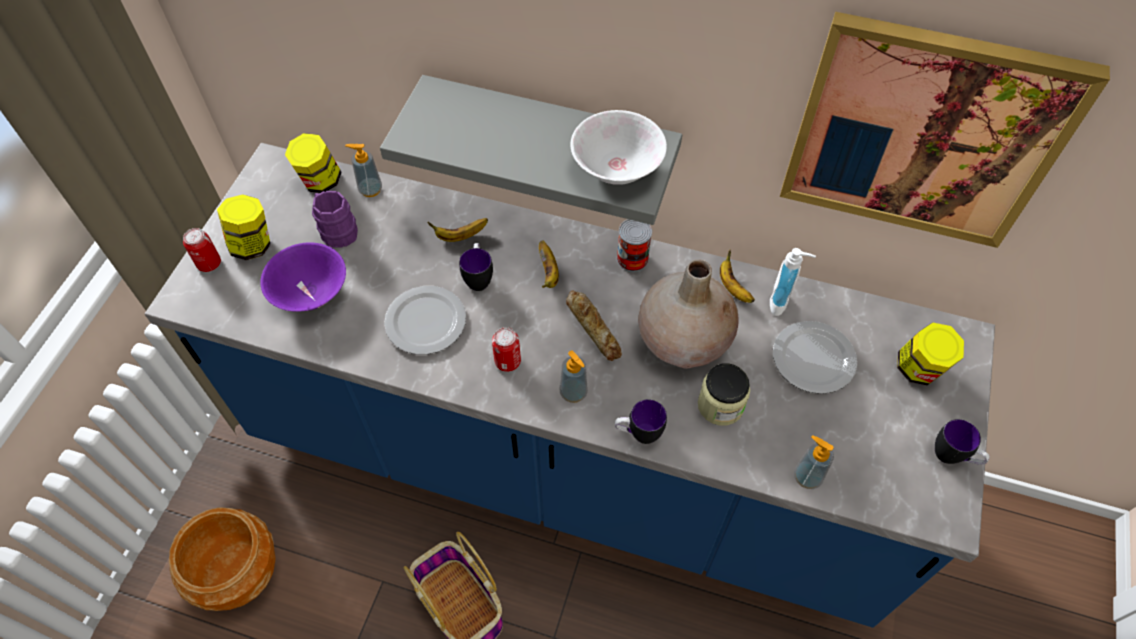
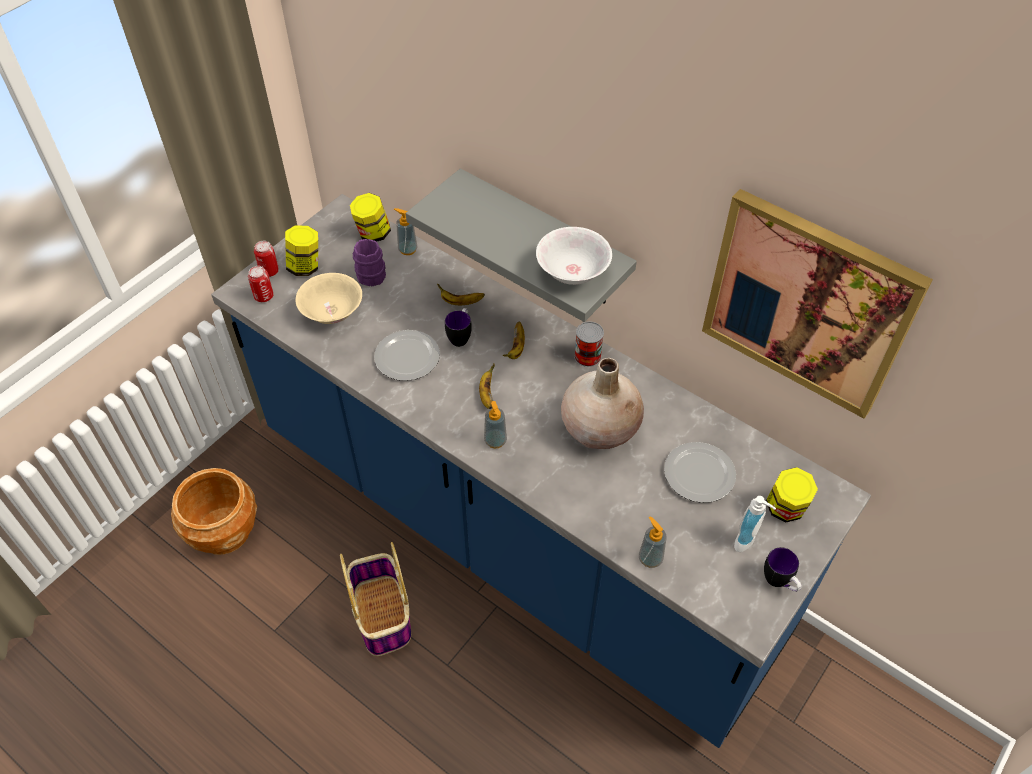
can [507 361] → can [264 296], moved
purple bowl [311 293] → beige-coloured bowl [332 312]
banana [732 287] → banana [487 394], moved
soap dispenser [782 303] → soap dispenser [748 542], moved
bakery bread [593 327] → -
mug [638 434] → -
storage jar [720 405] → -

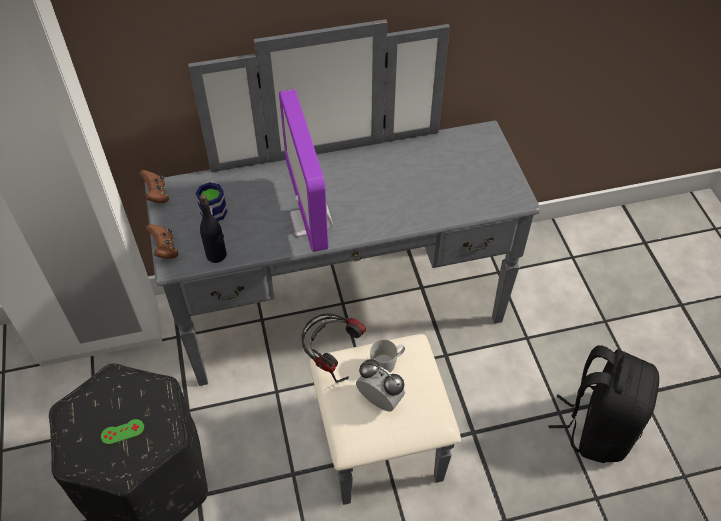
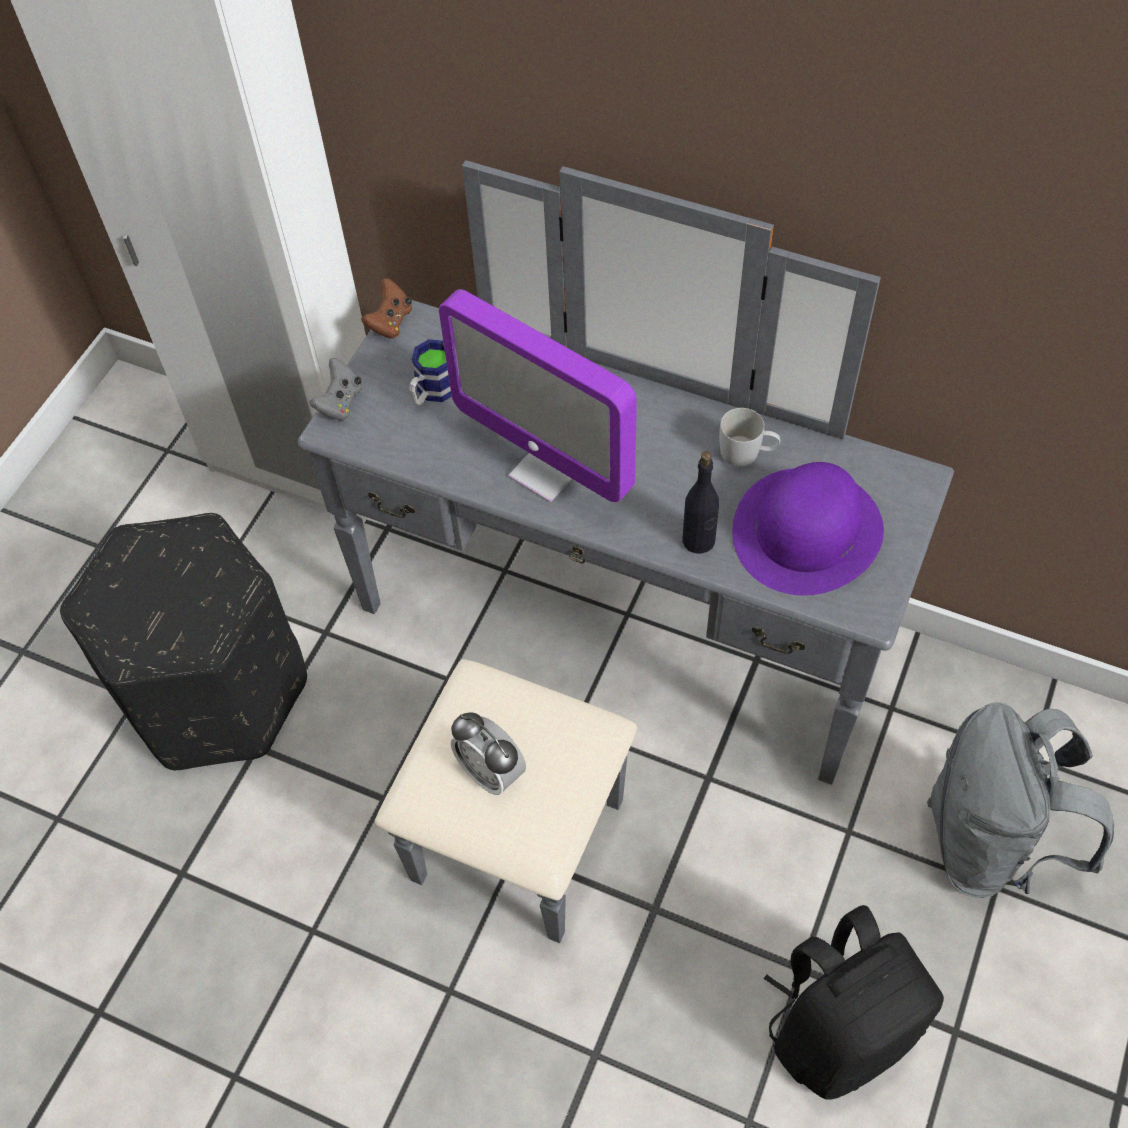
brown gamepad [165 249] → grey gamepad [340 403]
monitor [311 221] → monitor [547 470], 75 degrees counterclockwise
table clock [380 400] → table clock [491 772], 150 degrees clockwise
black bottle [216 255] → black bottle [699 541], moved
whitish mug [387 363] → whitish mug [747 453], moved
- → purple clothing hat [807 530]
- → grey knapsack [989 842]
greenish gamepad [122 432] → -
headset [331 357] → -

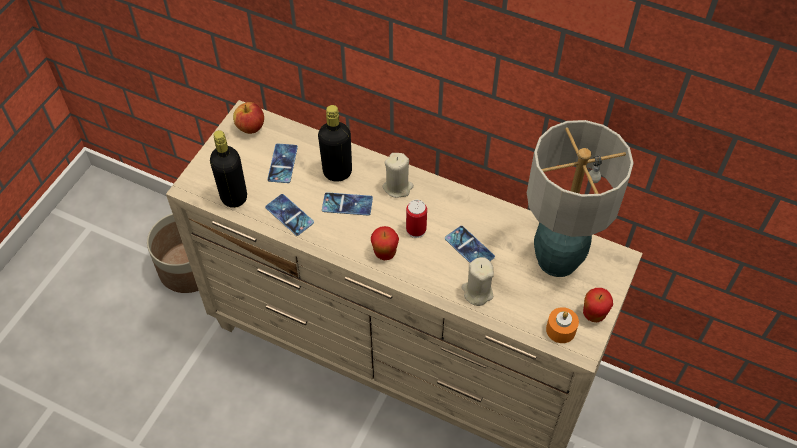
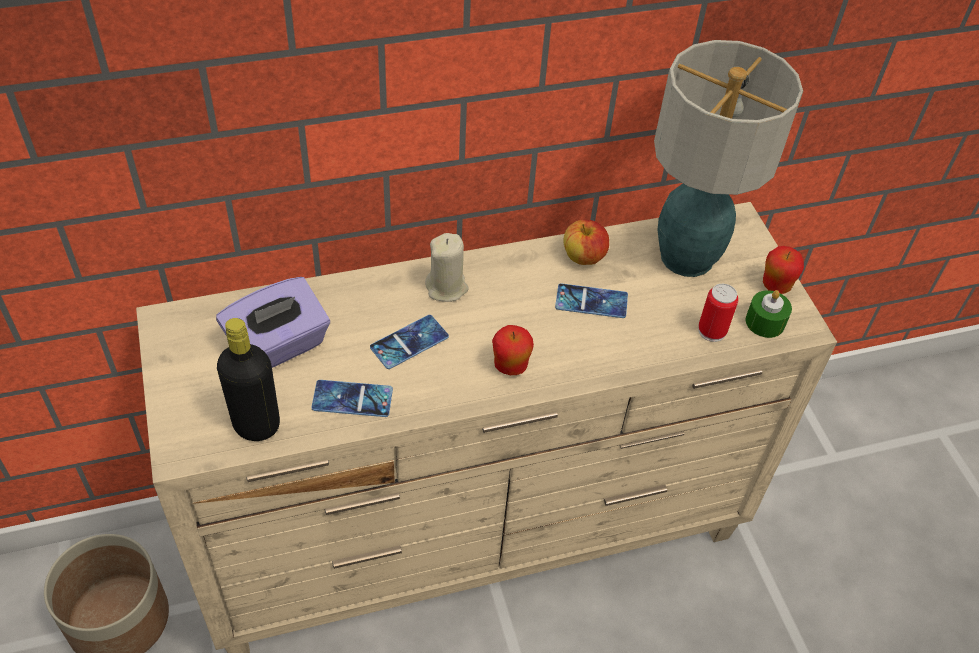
telephone [282 163] → purple tissue box [278 346]
apple fruit [251 127] → apple fruit [583 257], moved
can [416 230] → can [712 331], moved
orangey wax light [560 330] → greenish wax light [765 322]
black bottle [337 172] → -
beige-coloured wax light [477 292] → -

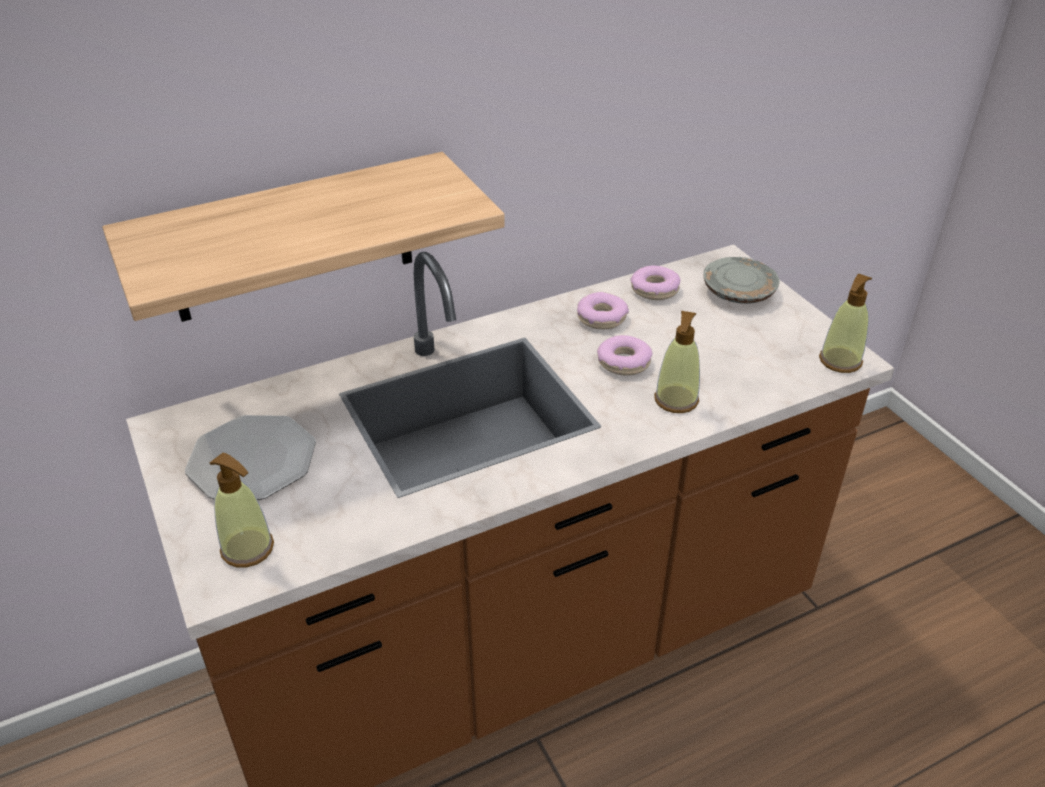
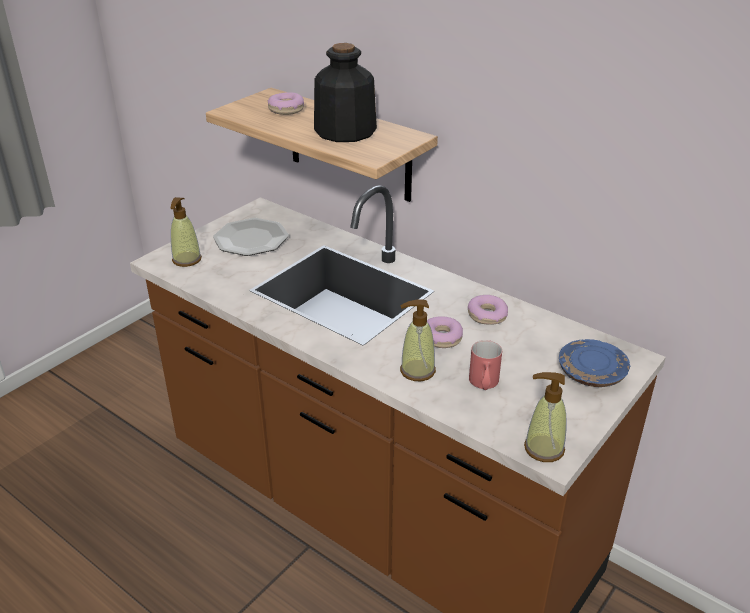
ring doughnut [654 290] → ring doughnut [286 109], moved
- → bottle [344 131]
- → reddish mug [484 385]
grey dinner plate [739 292] → blue-coloured dinner plate [592 373]

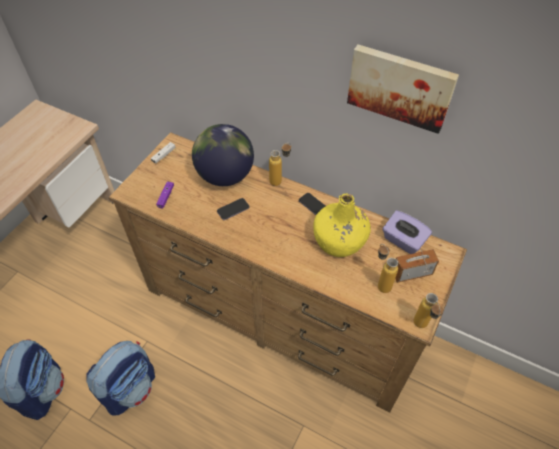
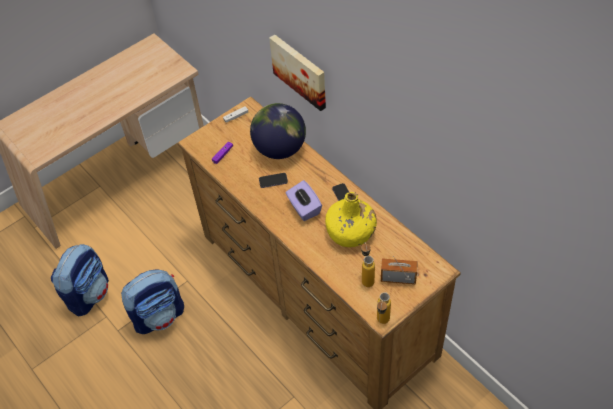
picture [400 87] → picture [300 71], moved
purple tissue box [403 241] → purple tissue box [304 208], moved
bottle [280 180] → -

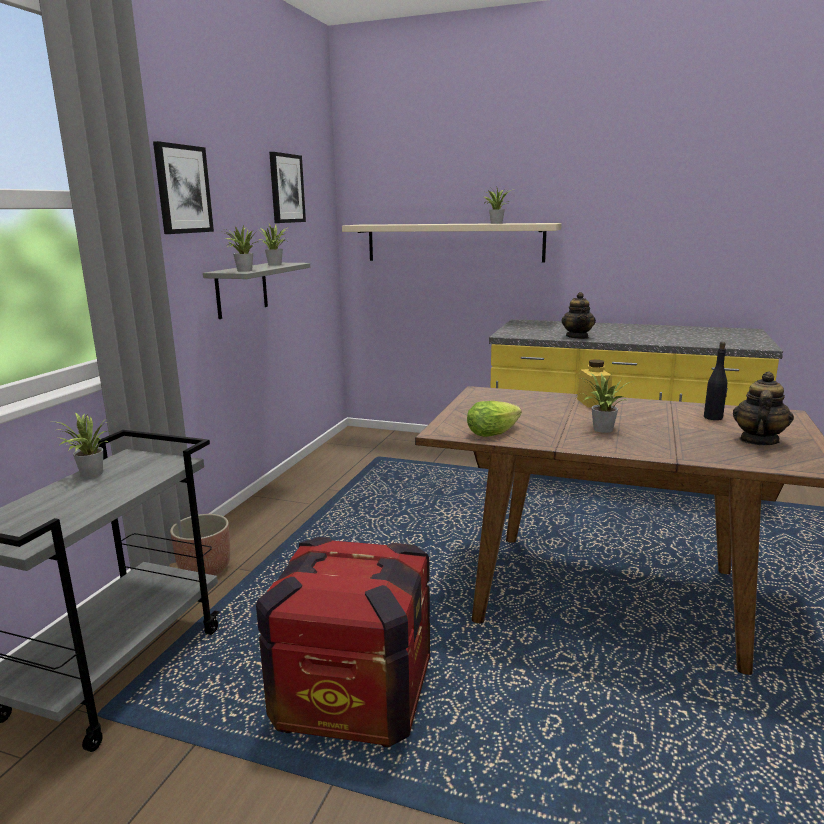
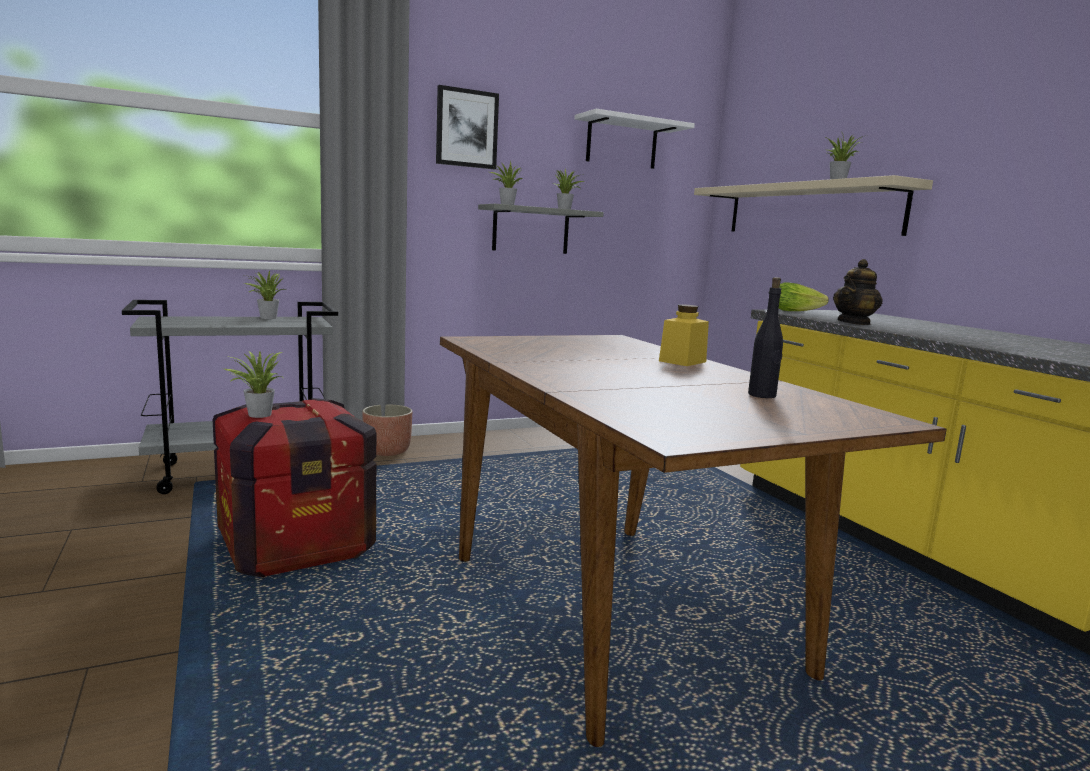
potted plant [601 430] → potted plant [257 414], moved
picture [286 188] → whitish wall shelf [622 143]
lettuce head [496 432] → lettuce head [798 311], moved
teapot [758 441] → -

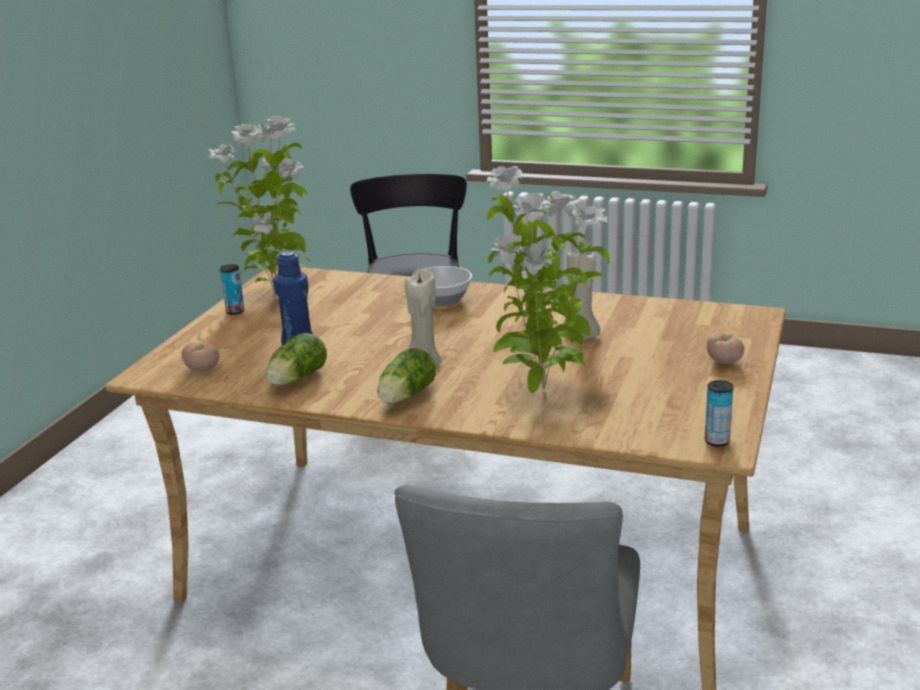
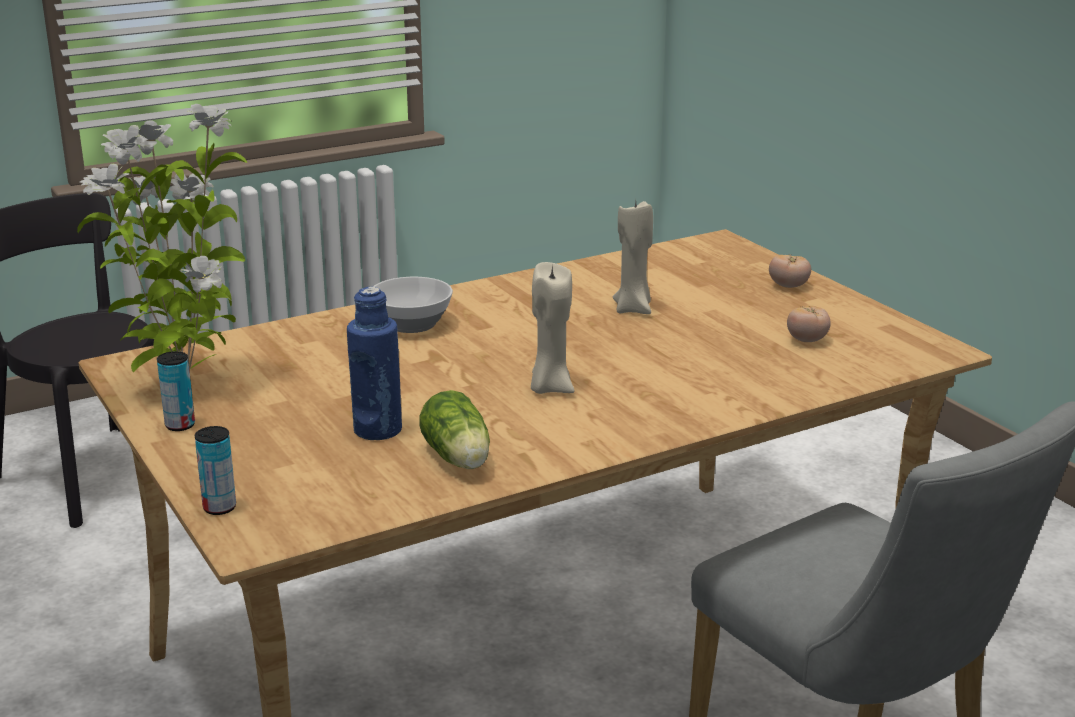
can [717 441] → can [219 508], moved
fresh tomato [202 370] → fresh tomato [807 340], moved
lettuce head [404 397] → -
potted plant [542 391] → -

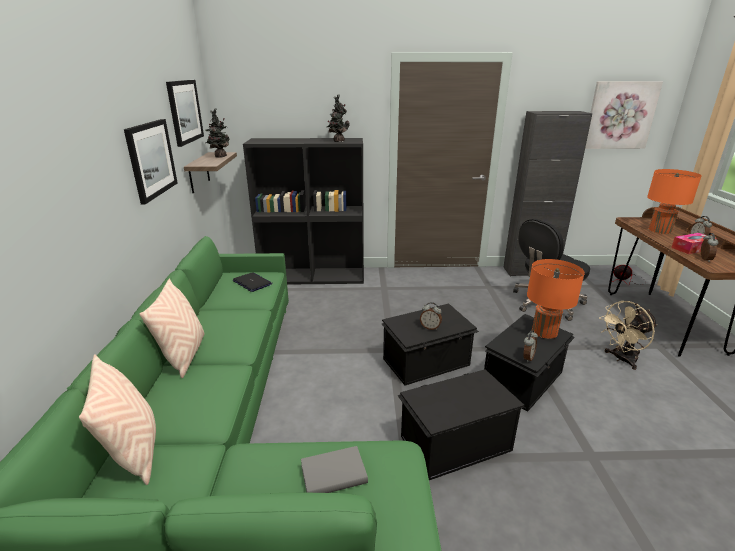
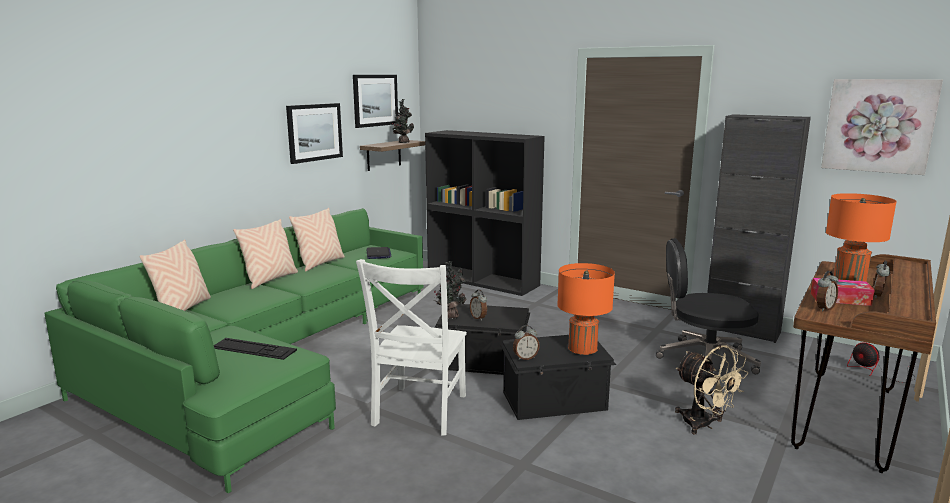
grey book [333 474] → PC keyboard [253 349]
- → beige-coloured throw pillow [320 263]
black storage box [454 442] → whitish chair [418 412]
potted plant [338 141] → potted plant [451 316], moved
beige-coloured cooling fan [621 359] → beige-coloured cooling fan [704 425], 135 degrees counterclockwise

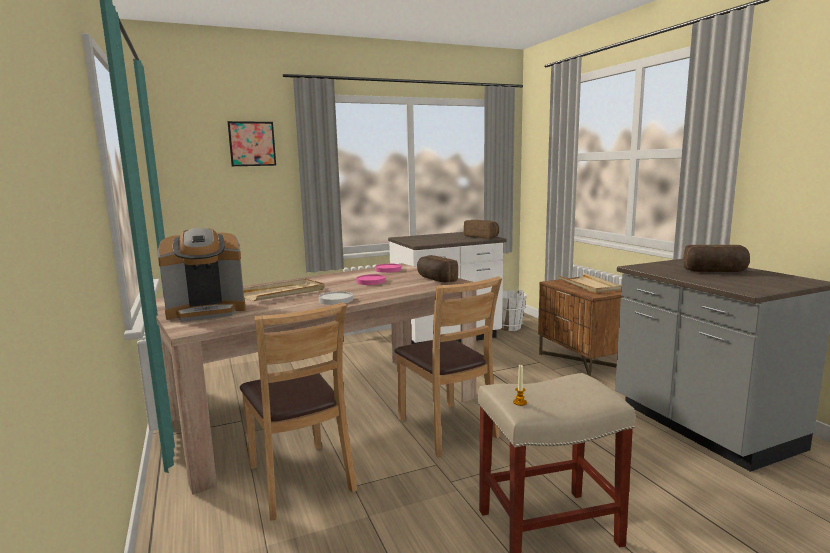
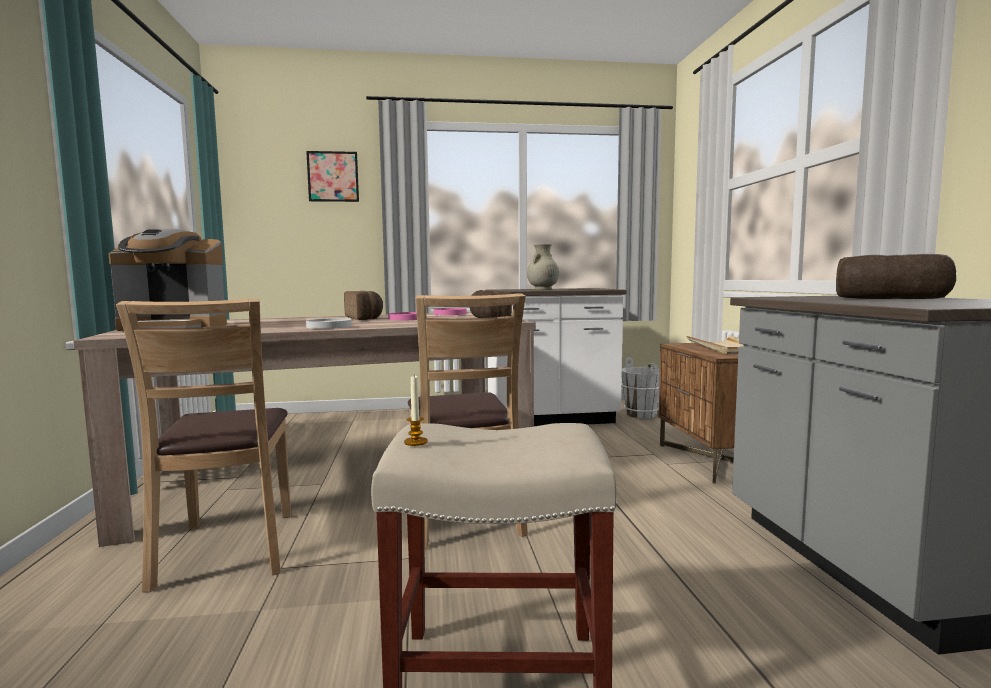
bakery bread [482 237] → bakery bread [365 318], moved
- → beige-coloured decorative vase [542 289]
beige-coloured carrying tray [283 292] → -

